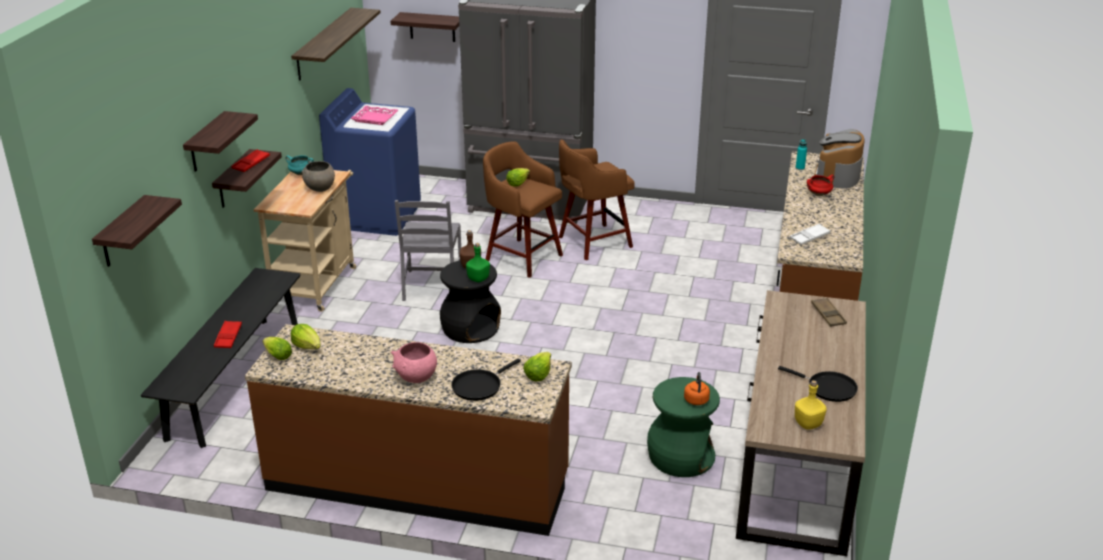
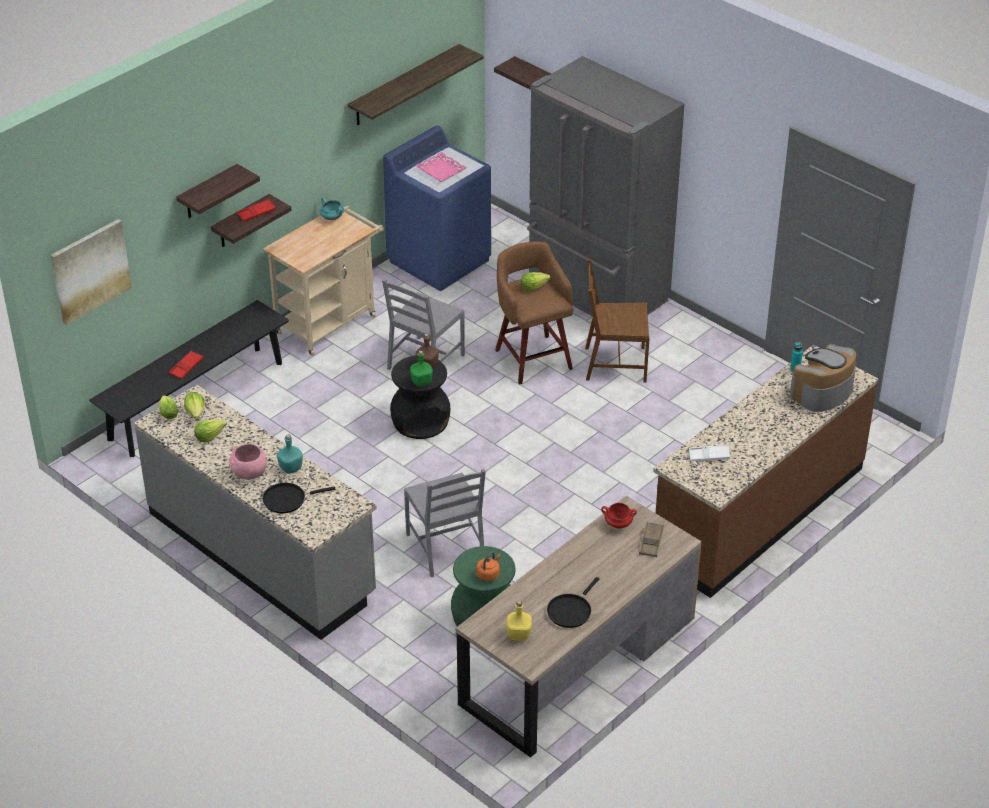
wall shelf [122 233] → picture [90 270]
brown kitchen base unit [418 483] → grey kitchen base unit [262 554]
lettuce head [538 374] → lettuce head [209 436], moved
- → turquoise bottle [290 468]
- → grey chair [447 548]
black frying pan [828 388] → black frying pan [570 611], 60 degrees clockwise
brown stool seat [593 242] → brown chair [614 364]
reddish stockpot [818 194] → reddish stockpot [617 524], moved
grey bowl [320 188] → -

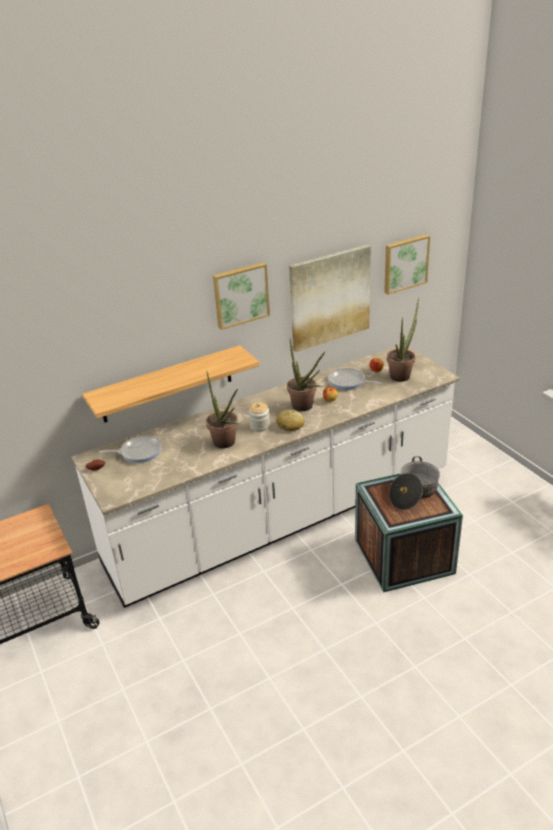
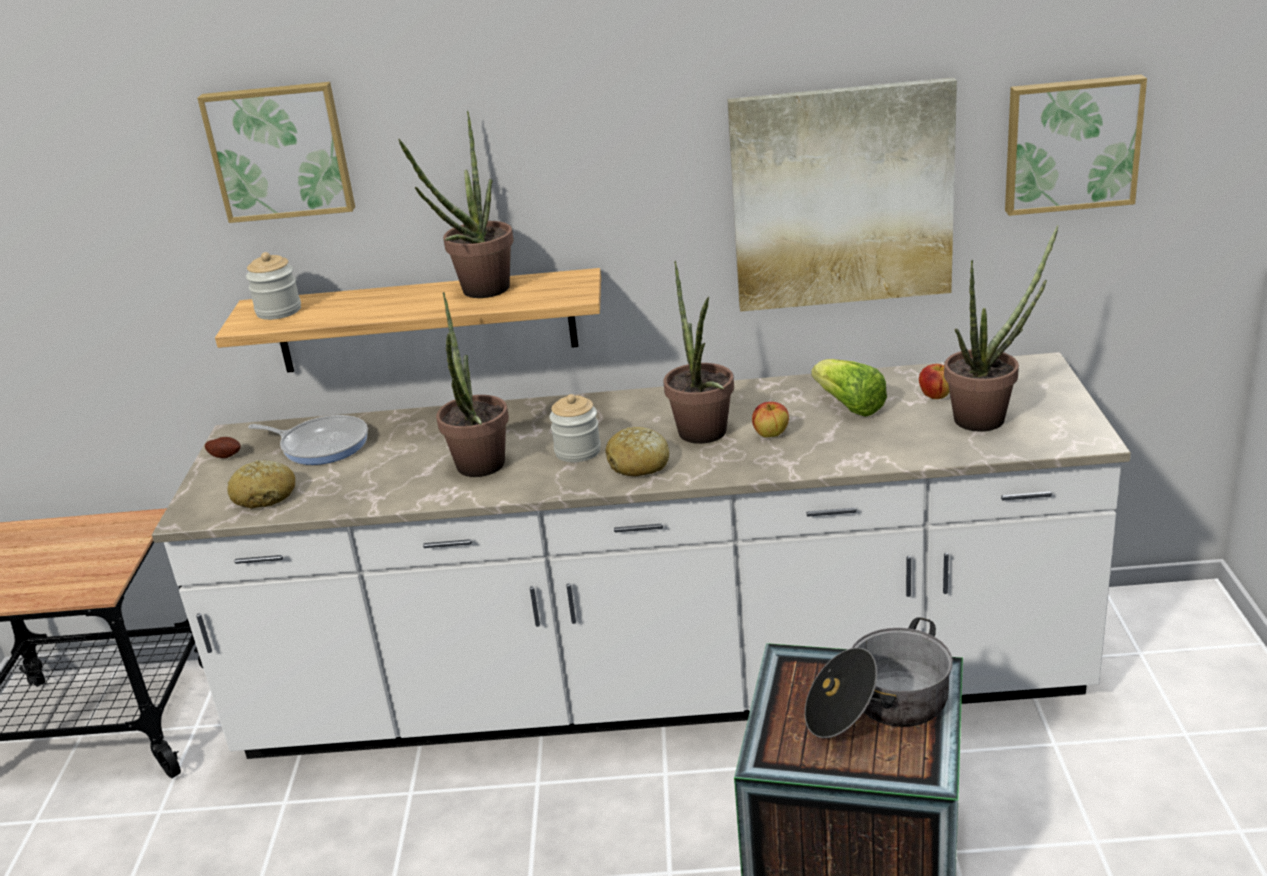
picture [240 295] → picture [280 151], moved
- → bakery bread [265 496]
- → storage jar [278 311]
- → potted plant [478 293]
frying pan [348 382] → lettuce head [849 406]

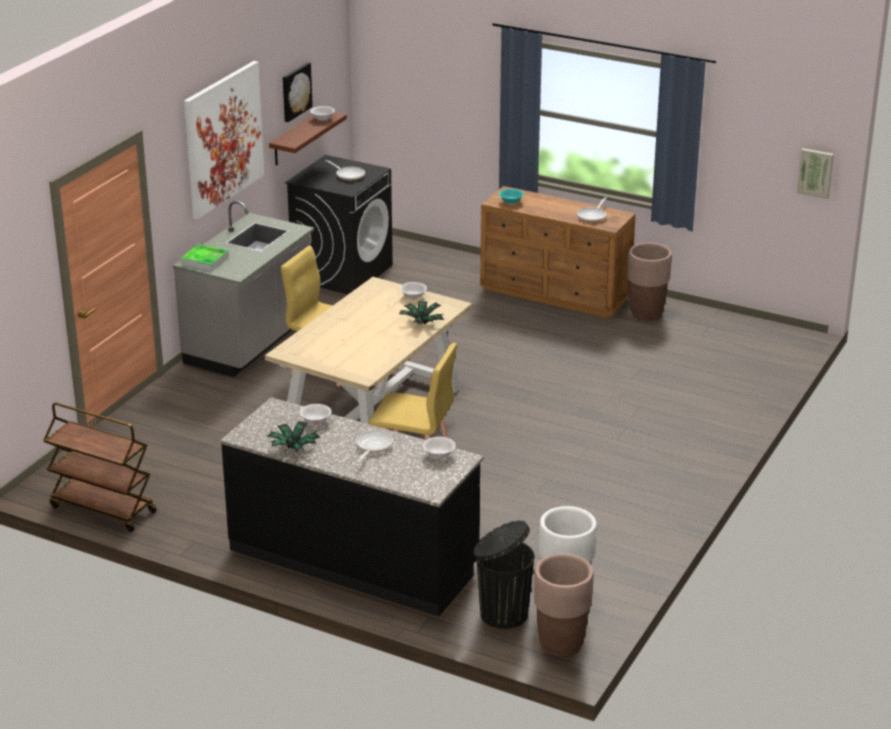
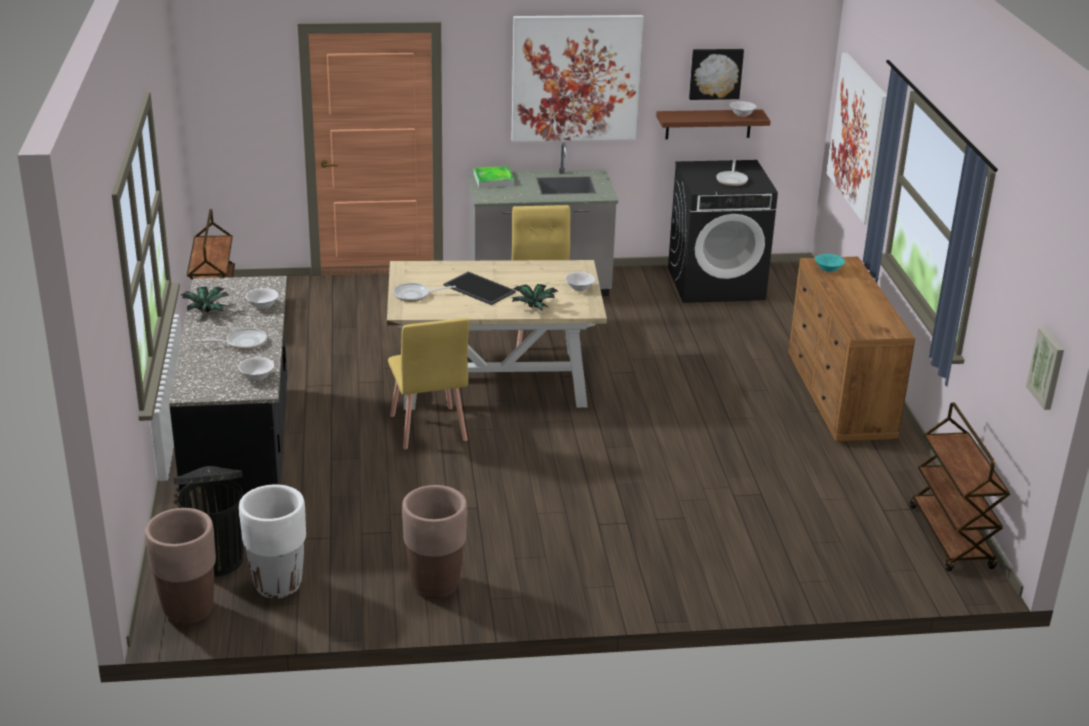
frying pan [593 216] → frying pan [415 295], moved
brown planter [646 313] → brown planter [435 585], moved
- → carrying tray [478 289]
- → picture [859 137]
- → brown cart [951 538]

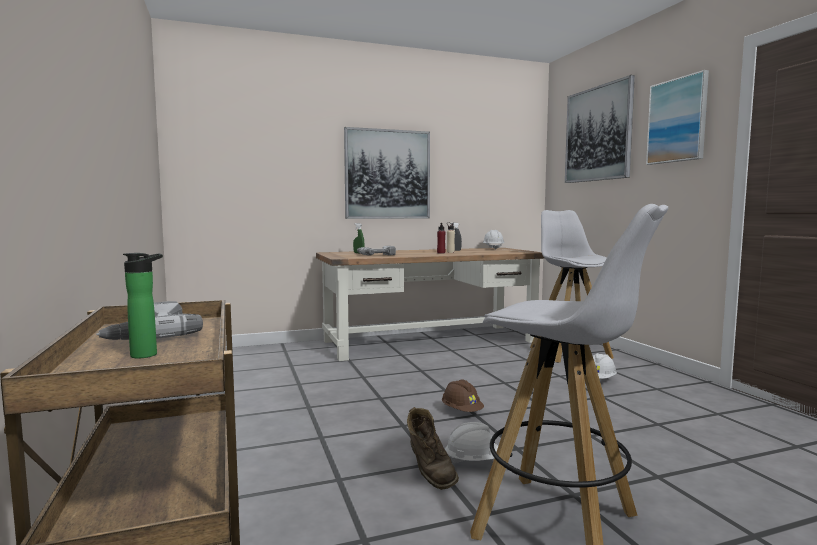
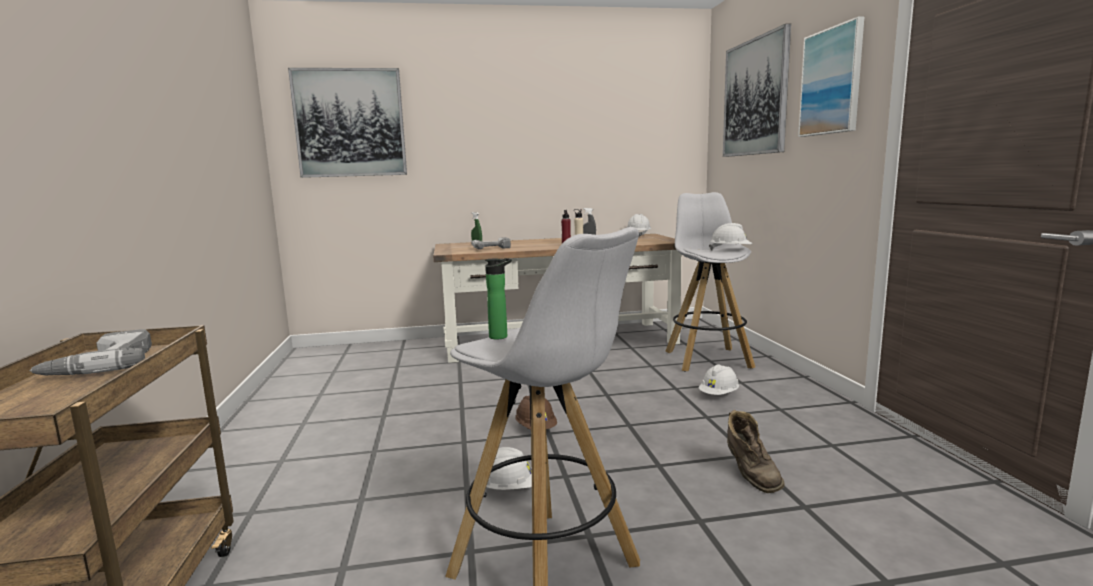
picture [387 174] → picture [350 123], moved
bottle [148 354] → bottle [501 336], moved
- → whitish safety helmet [730 250]
brown boot [429 473] → brown boot [750 475], moved

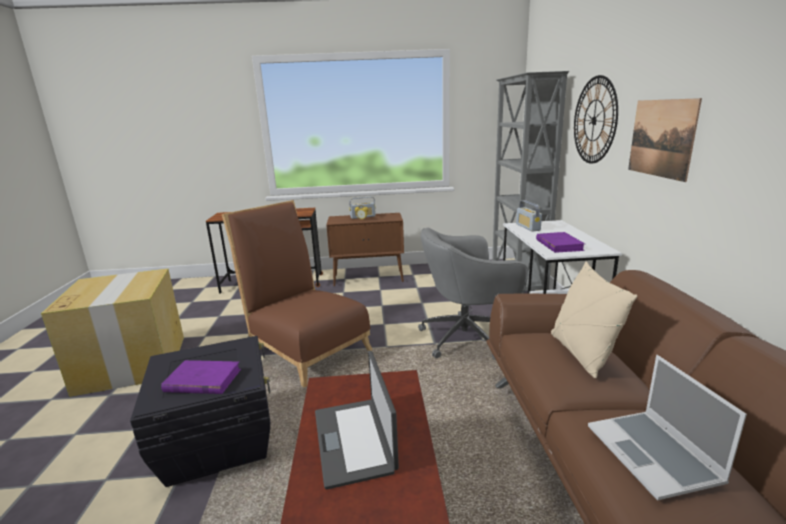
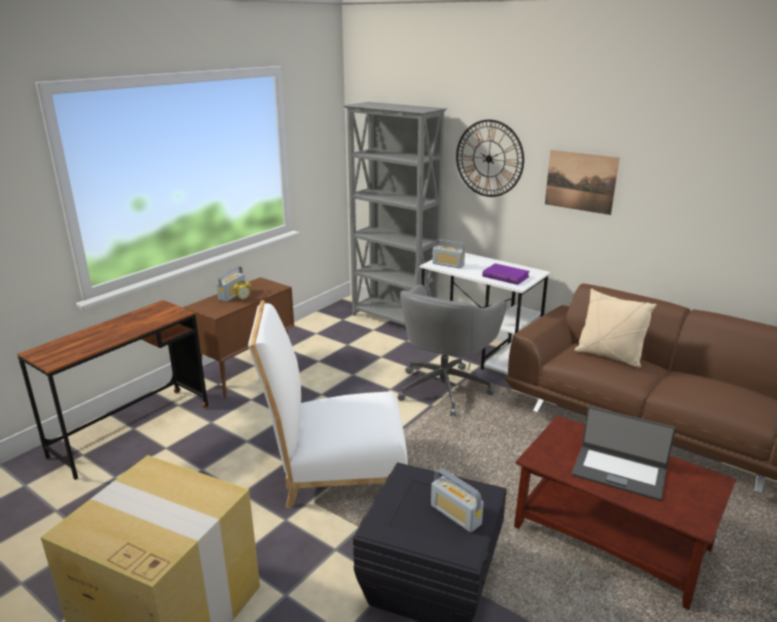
brown chair [306 348] → whitish chair [336 470]
purple book [202 380] → radio receiver [455 515]
portable computer [654 455] → -

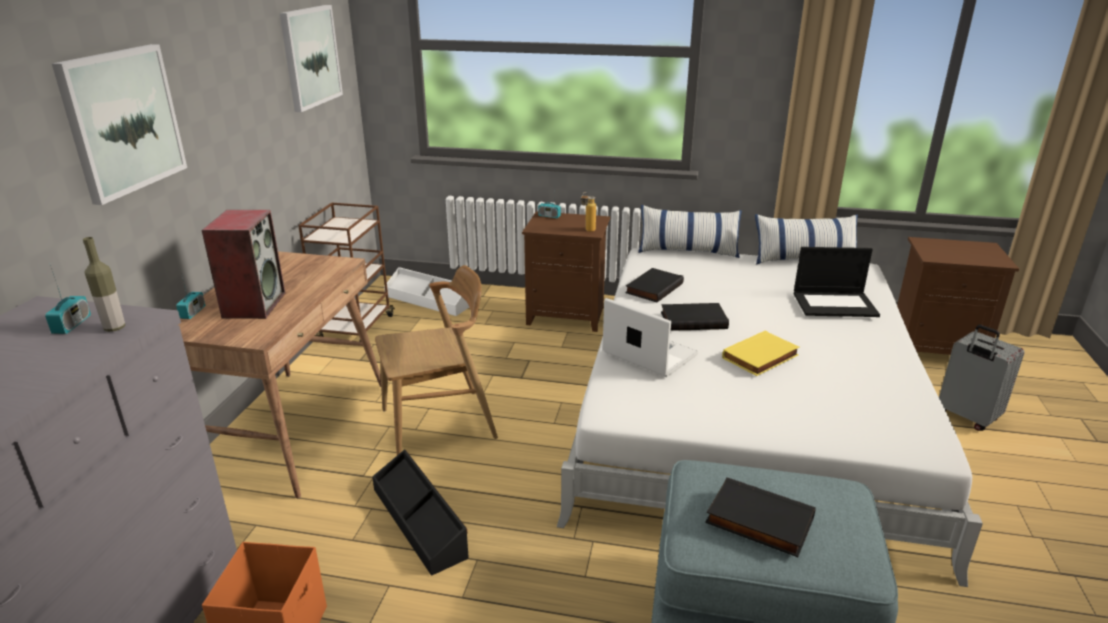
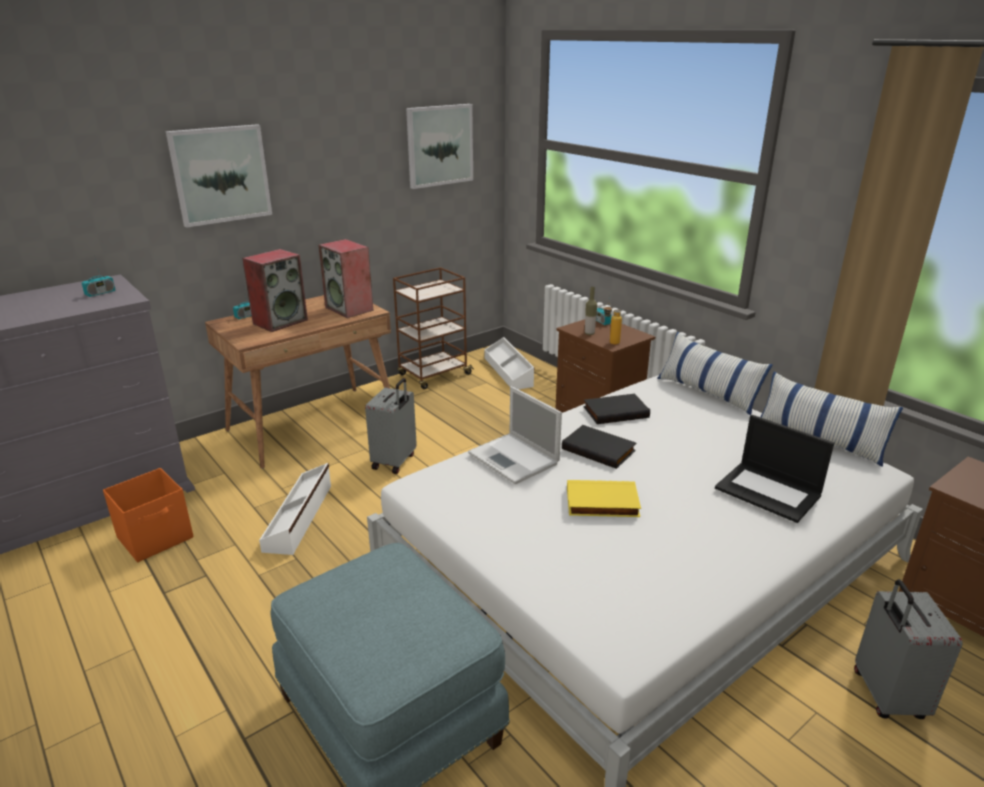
black storage box [420 521] → whitish storage box [300 517]
- → audio speaker [350 309]
brown chair [439 424] → grey piece of luggage [395 461]
portable computer [648 353] → portable computer [514 459], 150 degrees clockwise
bottle [114 328] → bottle [589 333], moved
black book [758 522] → -

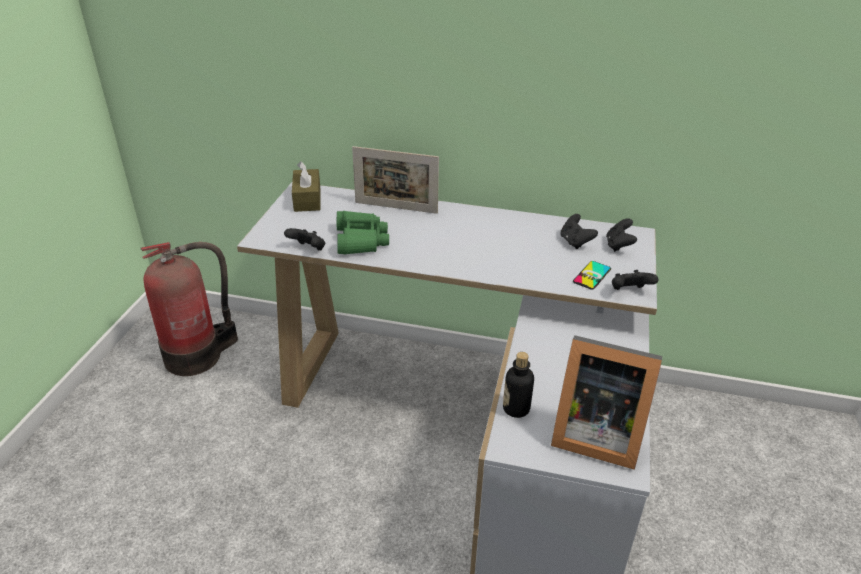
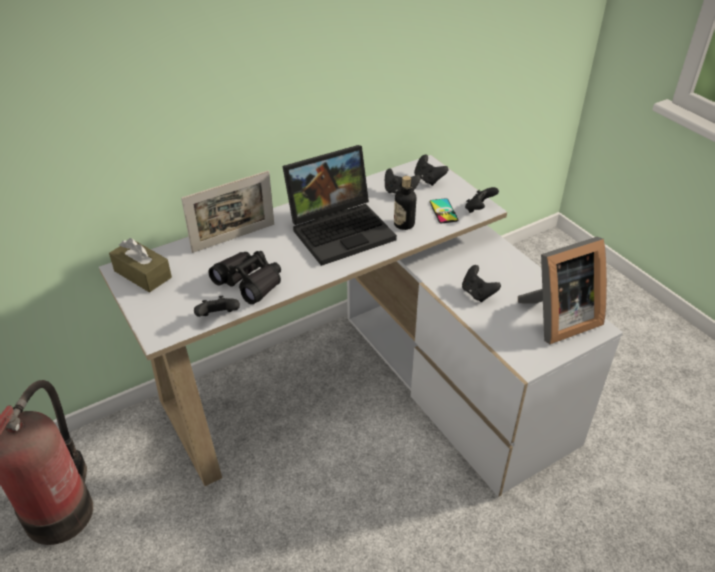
greenish pair of binoculars [361 240] → black pair of binoculars [249 282]
- → portable computer [341 229]
bottle [516 408] → bottle [404 224], moved
- → black gamepad [477 293]

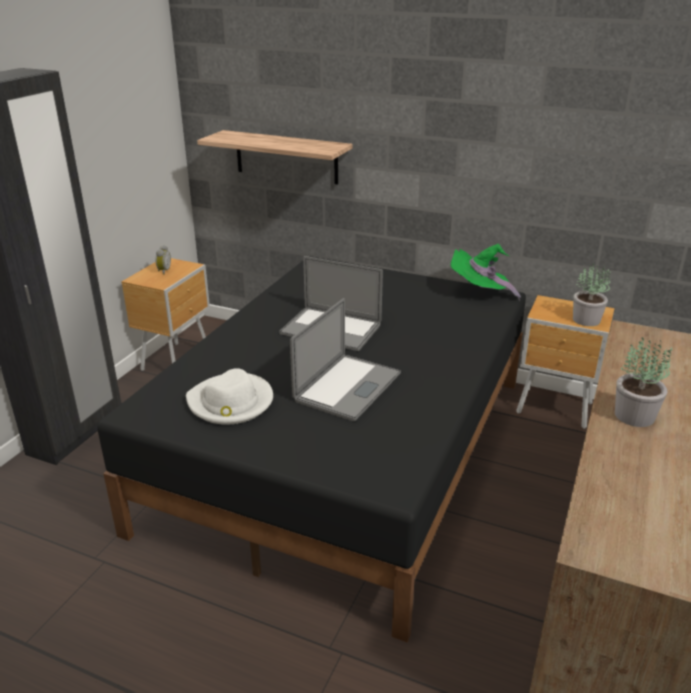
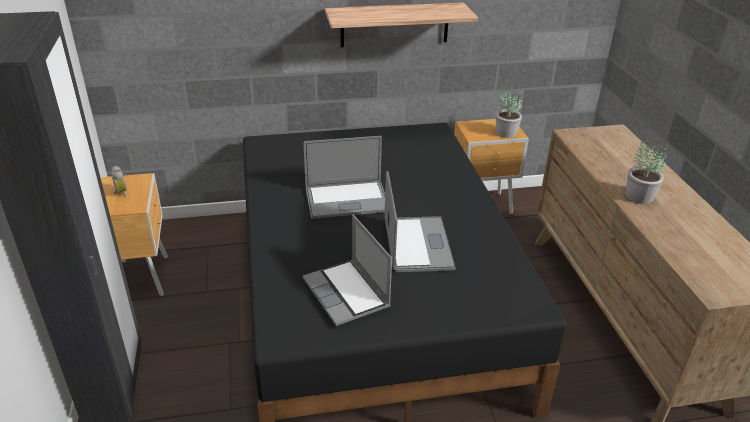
whitish clothing hat [231 402] → portable computer [347 294]
wall shelf [286 157] → wall shelf [394 25], moved
greenish clothing hat [479 293] → -

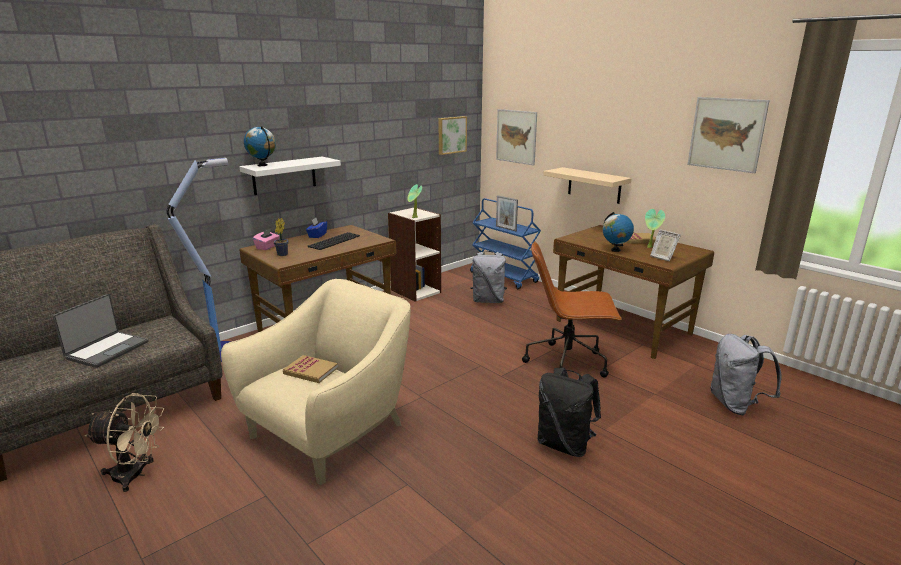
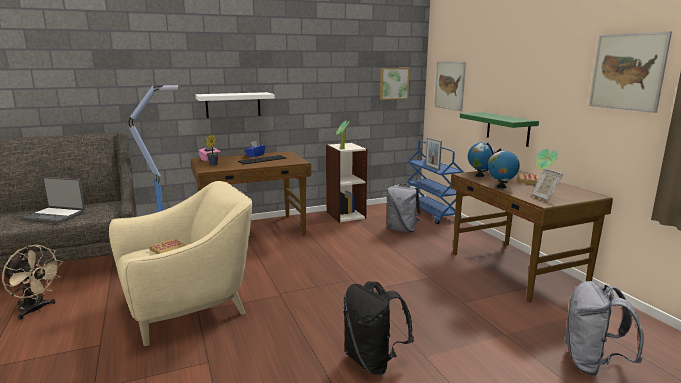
portable computer [107 350] → portable computer [55 216], 60 degrees clockwise
beige-coloured wall shelf [594 185] → greenish wall shelf [508 129]
globe [262 165] → globe [480 175], moved
brown office chair [568 363] → -

